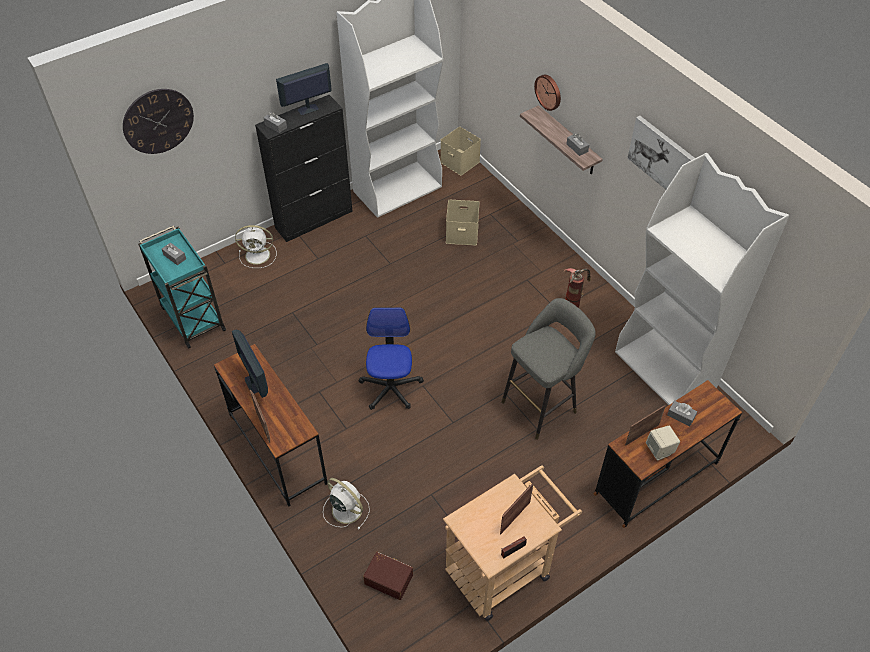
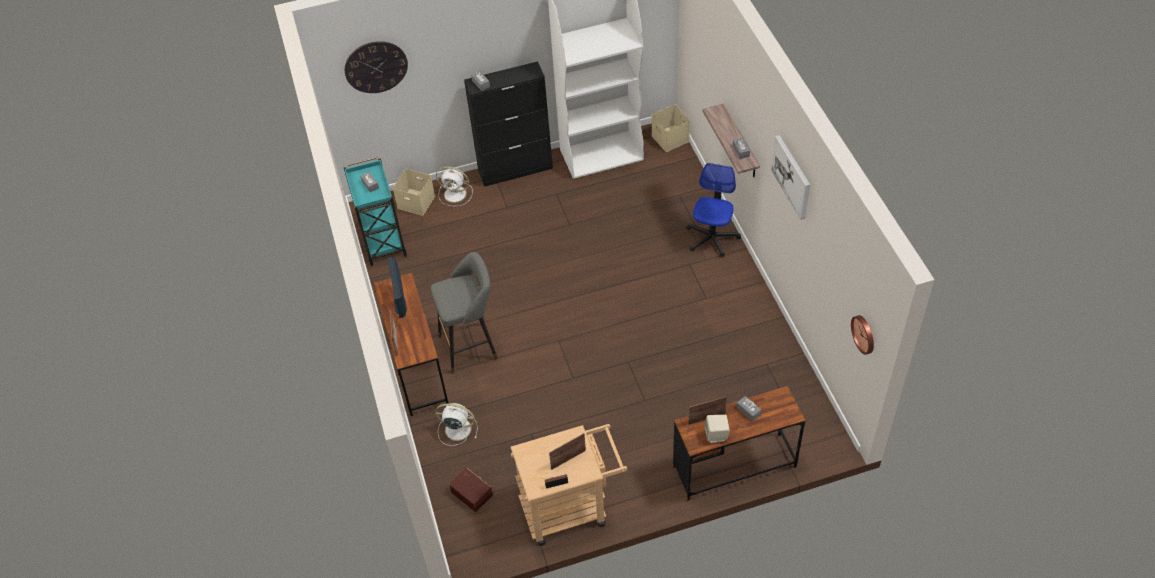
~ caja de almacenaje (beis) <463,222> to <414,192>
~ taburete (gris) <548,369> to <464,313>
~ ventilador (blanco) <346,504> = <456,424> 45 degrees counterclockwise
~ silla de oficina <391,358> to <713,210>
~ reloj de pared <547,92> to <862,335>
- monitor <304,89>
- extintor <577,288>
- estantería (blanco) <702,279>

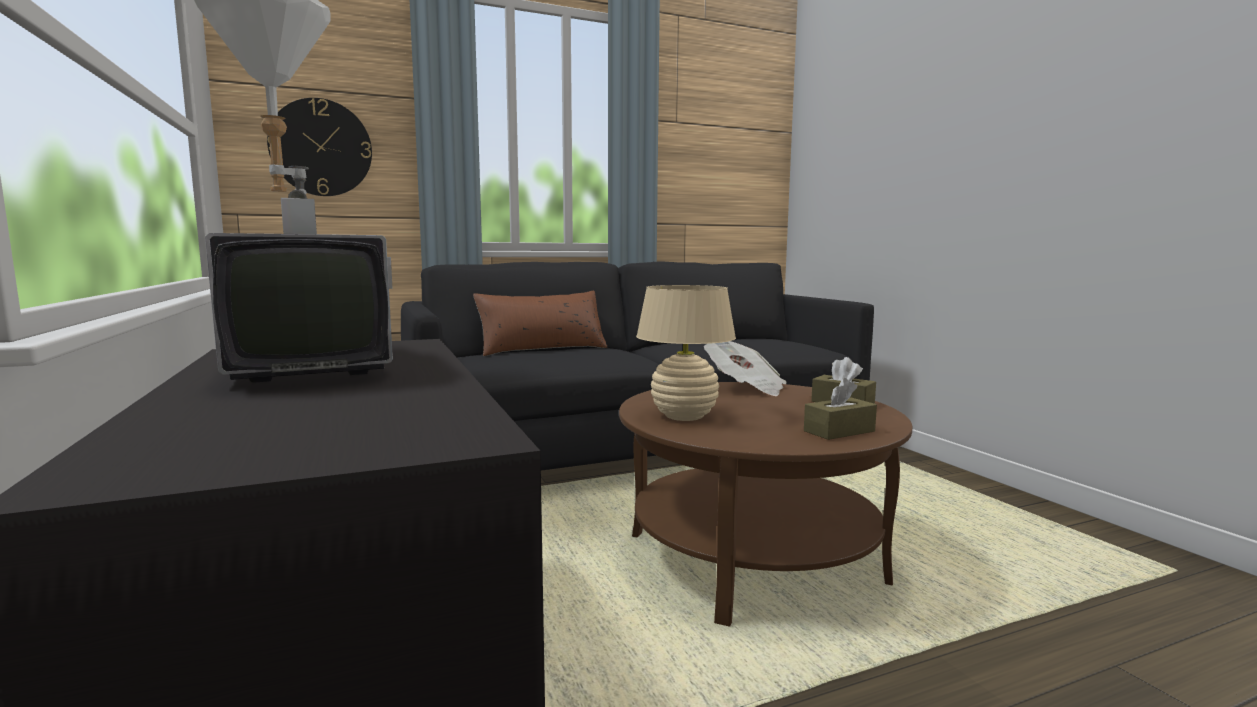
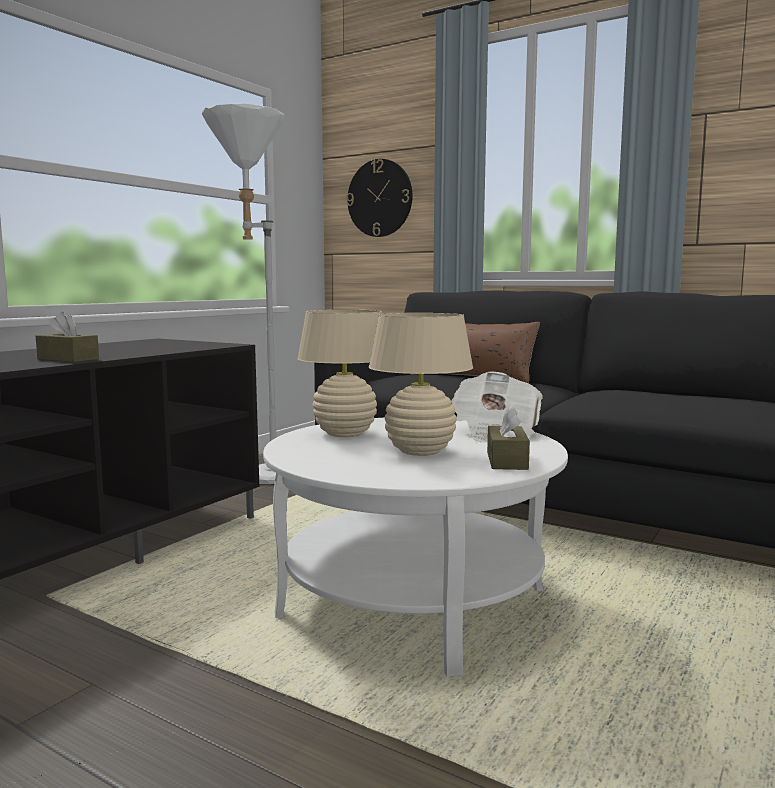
~ caja de pañuelos (marrón) <840,409> to <67,337>
~ mesa de centro (marrón) <766,504> to mesa de centro (blanco) <415,547>
+ lámpara de mesa (beis) <421,384>
- televisor <299,286>

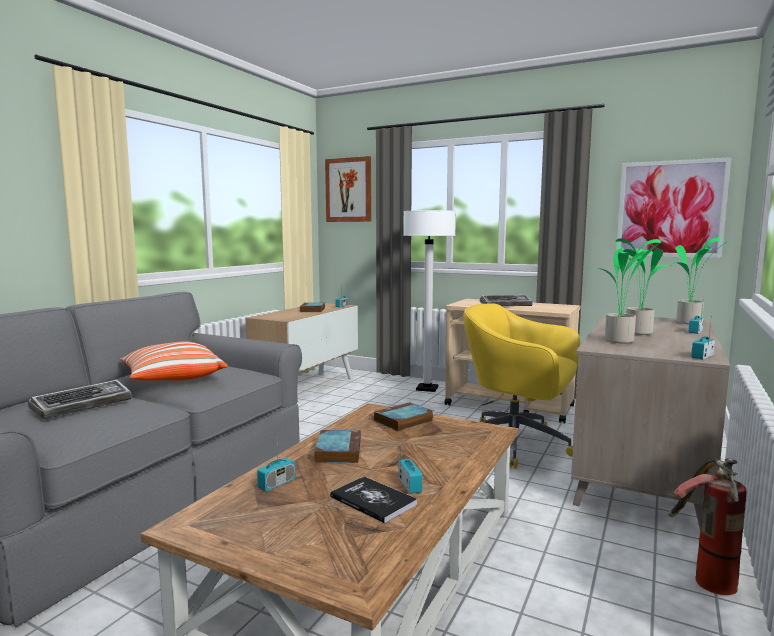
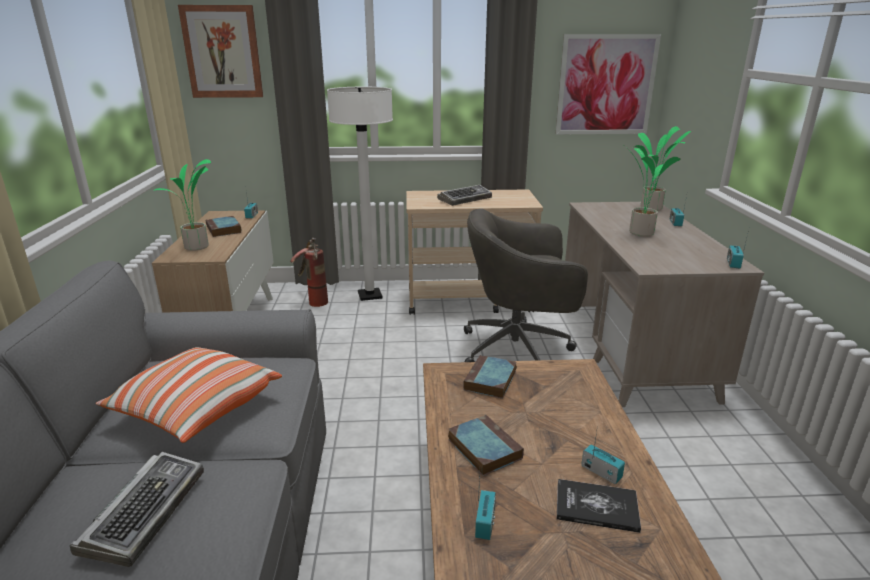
~ planta en maceta <625,291> to <182,205>
~ extintor <707,526> to <309,272>
~ silla de oficina (amarillo) <521,386> to silla de oficina (gris) <526,285>

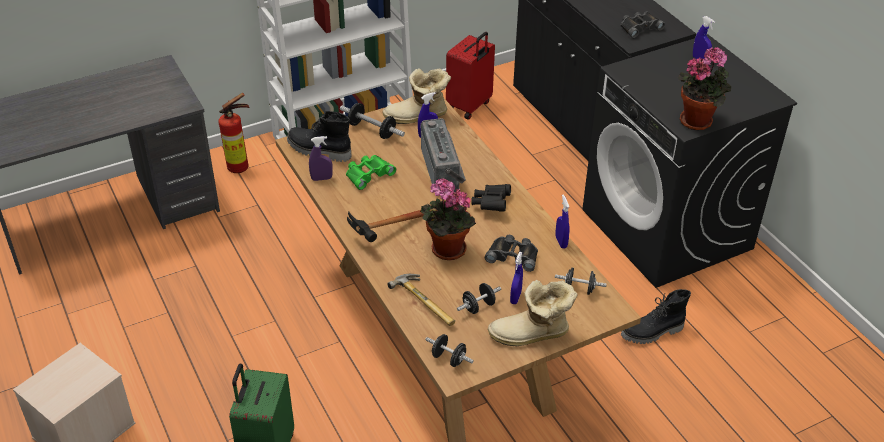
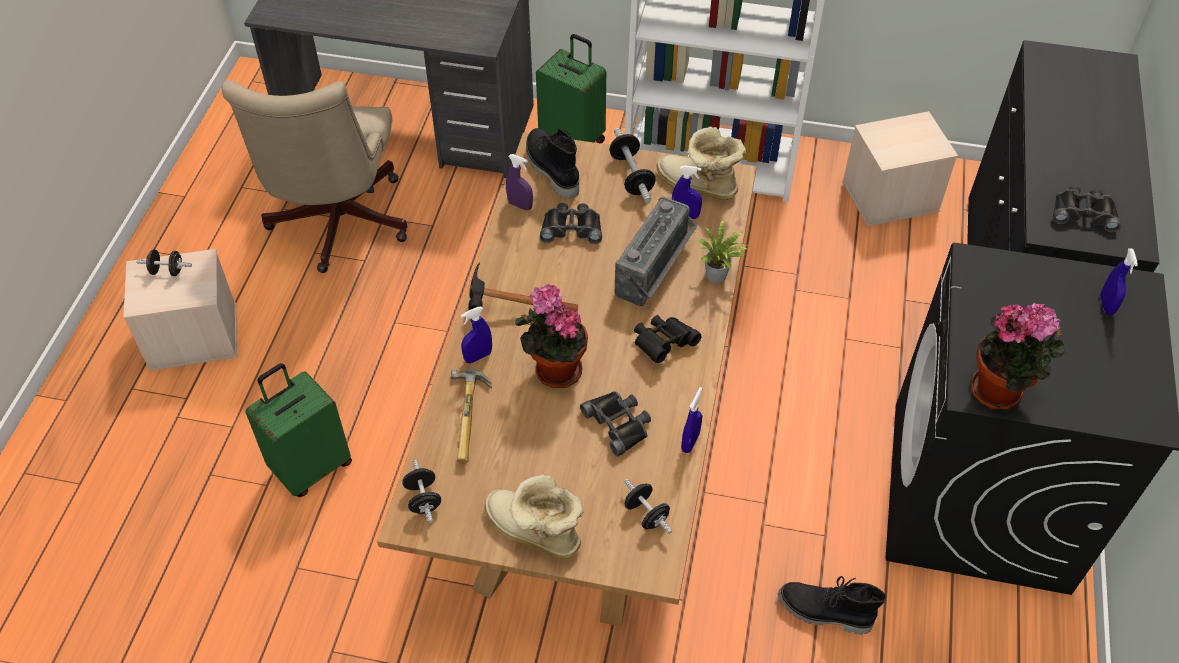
~ mancuerna (negro) <479,298> to <164,262>
+ silla de oficina (beis) <314,176>
~ pulverizador (azul) <516,278> to <476,335>
~ extintor <234,133> to maleta (verde) <571,88>
~ prismáticos (verde) <371,172> to prismáticos (negro) <571,223>
+ planta en maceta <723,250>
~ maleta (rojo) <470,75> to caja de almacenaje (beis) <900,169>

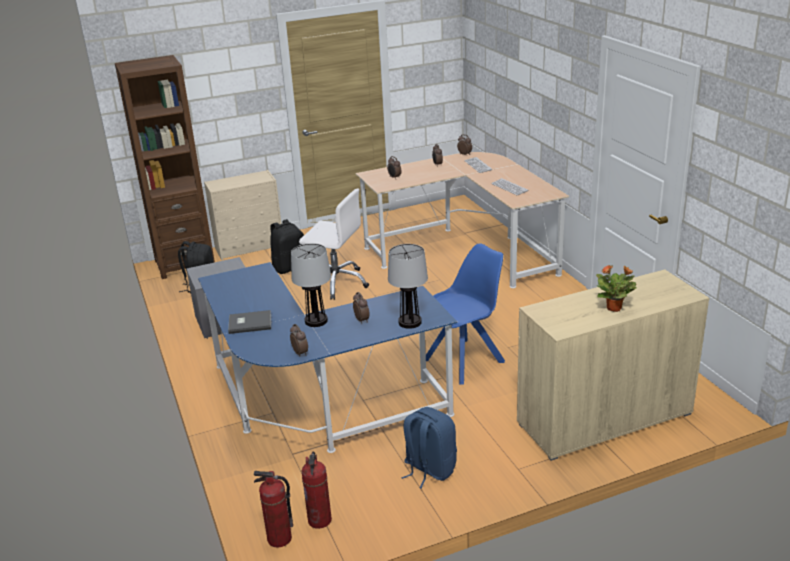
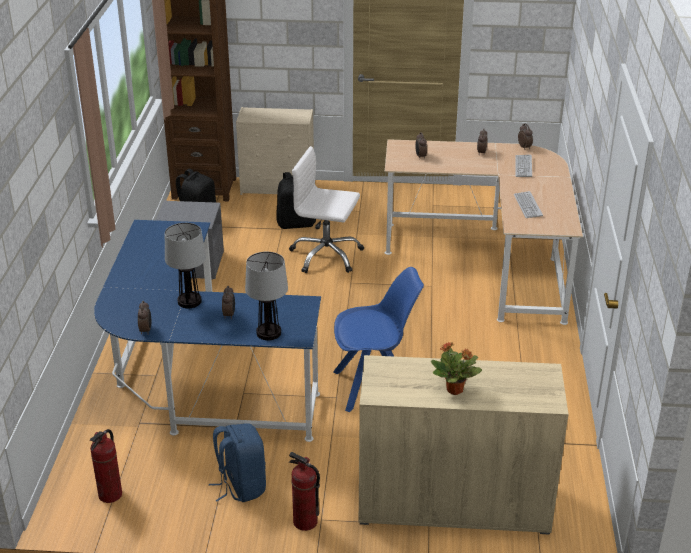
~ silla de oficina (blanco) <334,244> = <326,209> 150 degrees clockwise
~ extintor <273,509> to <304,491>
- libro (gris) <249,322>

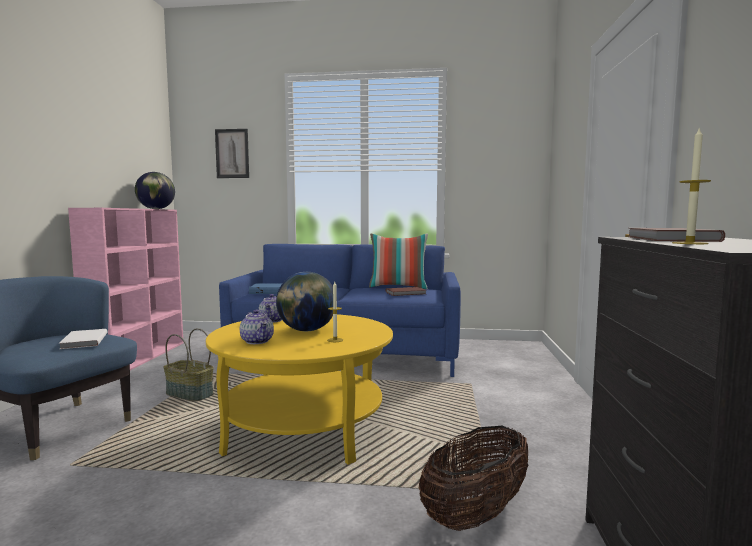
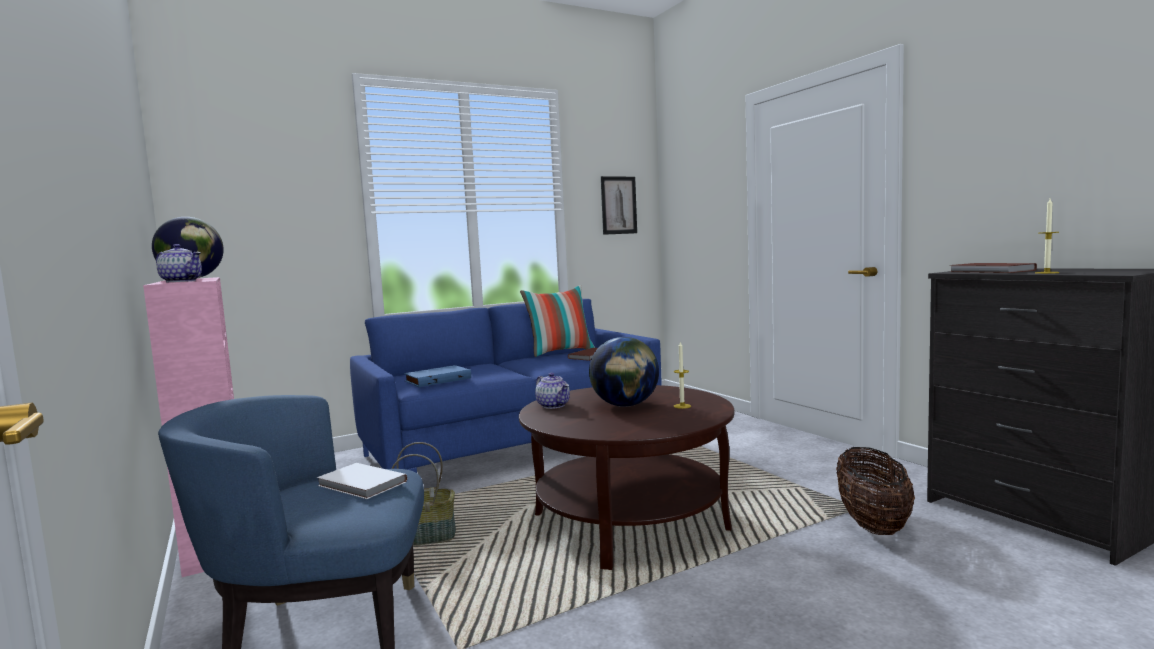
~ tetera <257,327> to <179,263>
~ mesa de centro (amarillo) <299,389> to mesa de centro (marrón) <626,477>
~ cuadro <232,153> to <619,205>

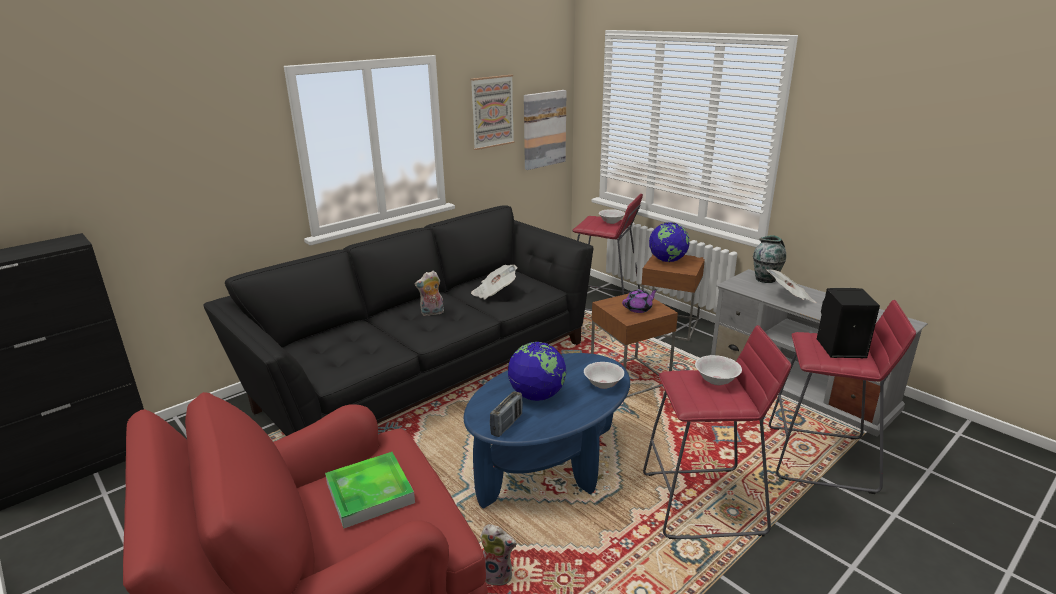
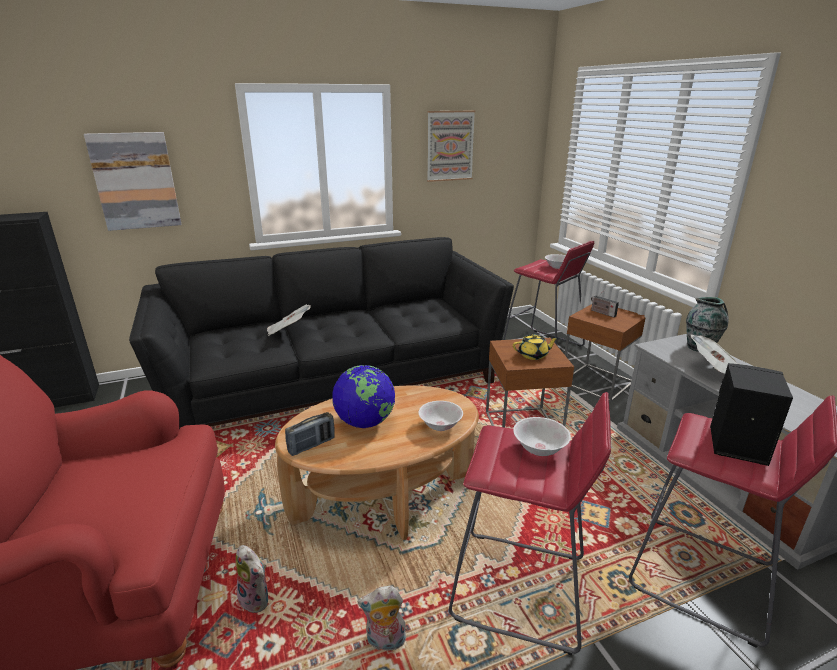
~ cuadro <545,130> to <132,181>
~ periódico <494,282> to <289,320>
~ mesa de centro (azul) <547,431> to mesa de centro (marrón) <377,463>
~ peluche <429,293> to <382,618>
~ tetera (morado) <640,301> to tetera (amarillo) <535,347>
~ globo terráqueo <669,242> to radio <605,304>
- bandeja <370,490>

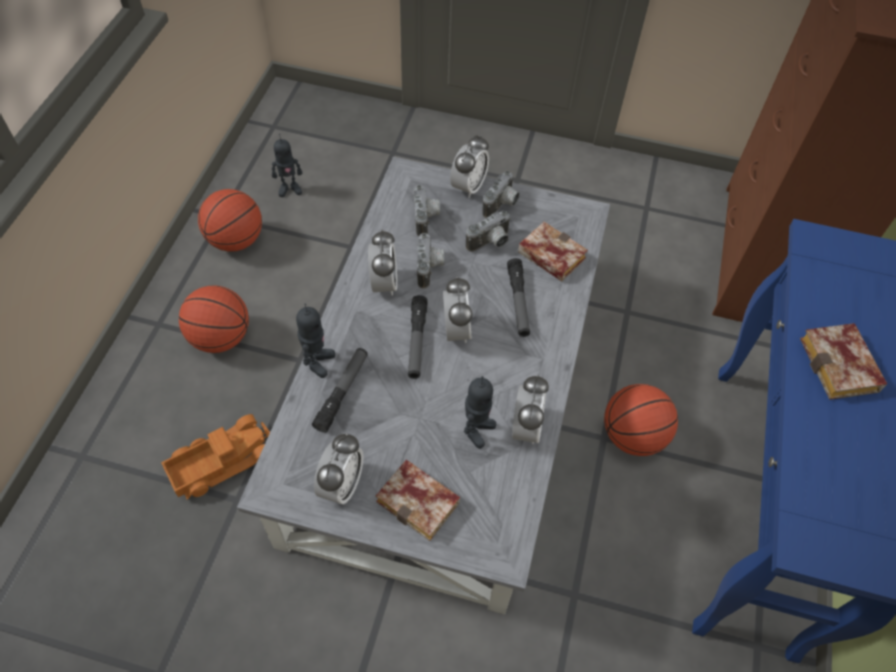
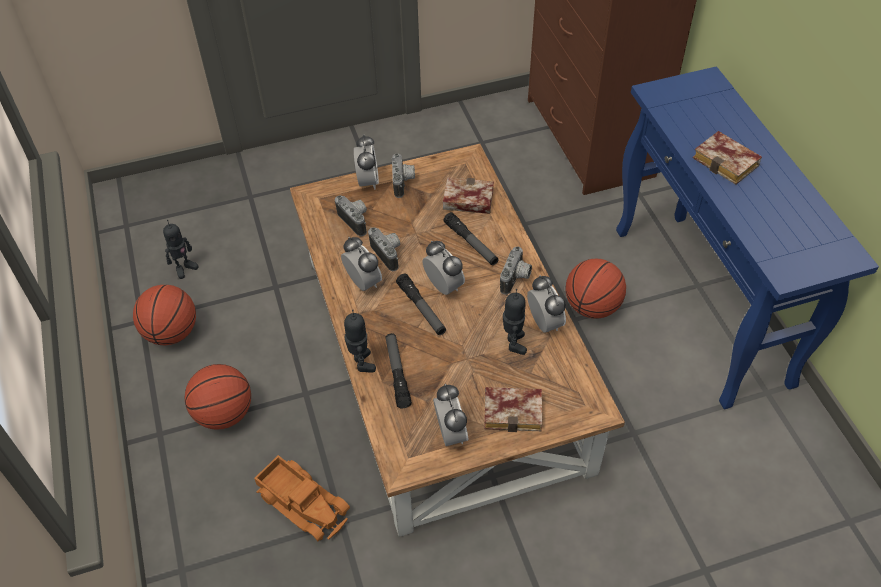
~ camión de juguete <215,456> = <302,498> 105 degrees clockwise
~ mesa de centro (gris) <423,385> to mesa de centro (marrón) <457,340>
~ cámara <488,231> to <516,270>

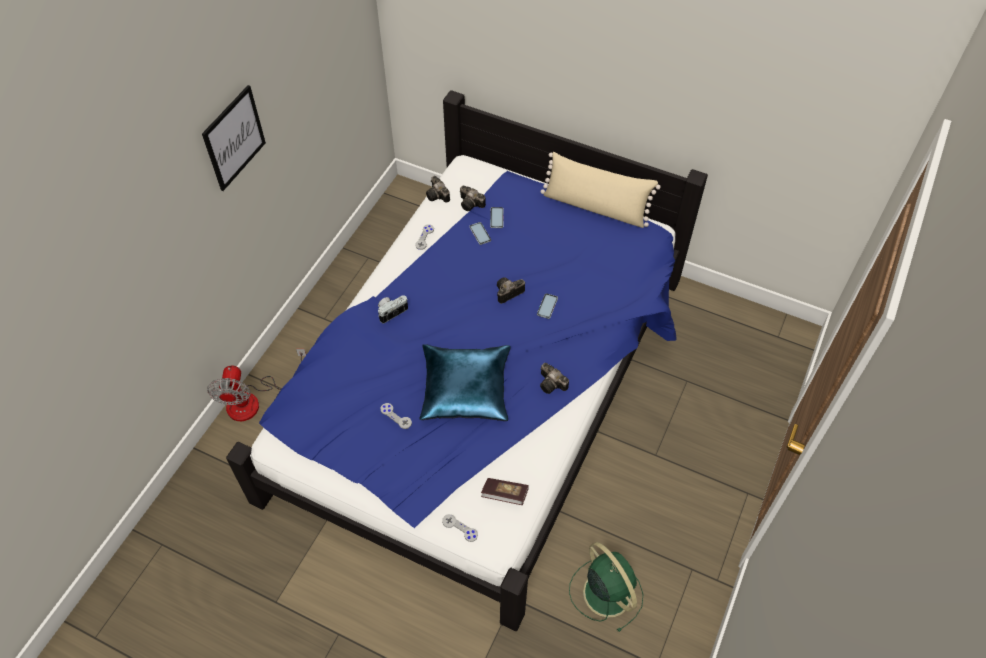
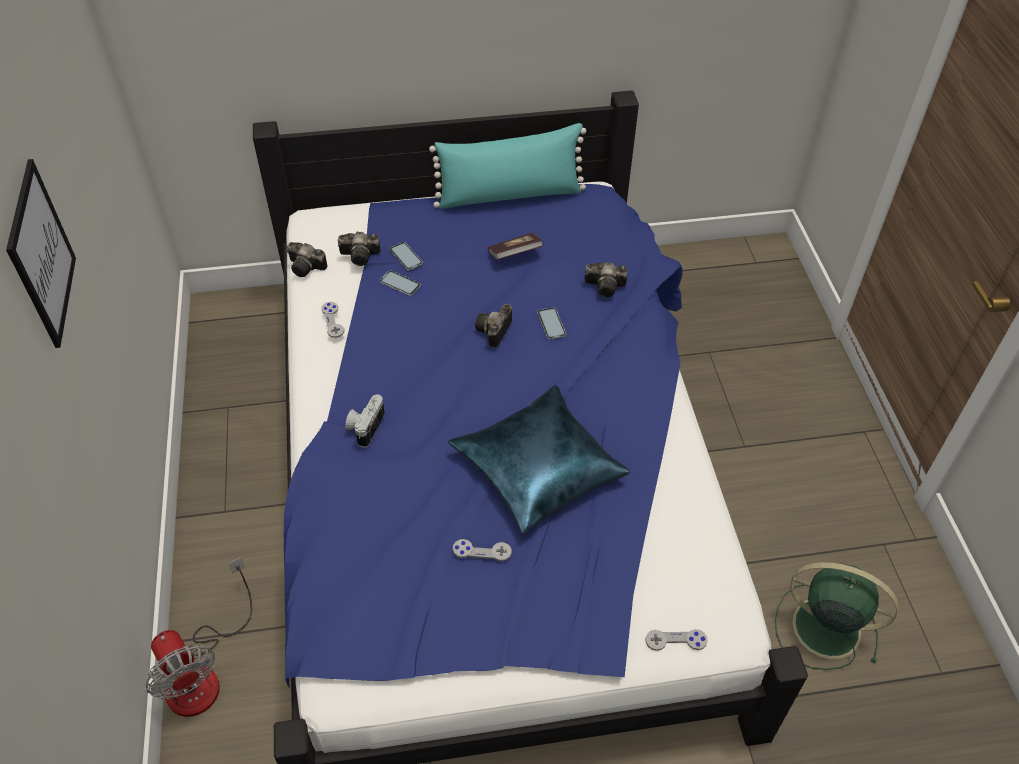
~ cojín (beis) <600,190> to cojín (turquesa) <507,166>
~ libro <505,491> to <516,246>
~ cámara <554,378> to <606,279>

